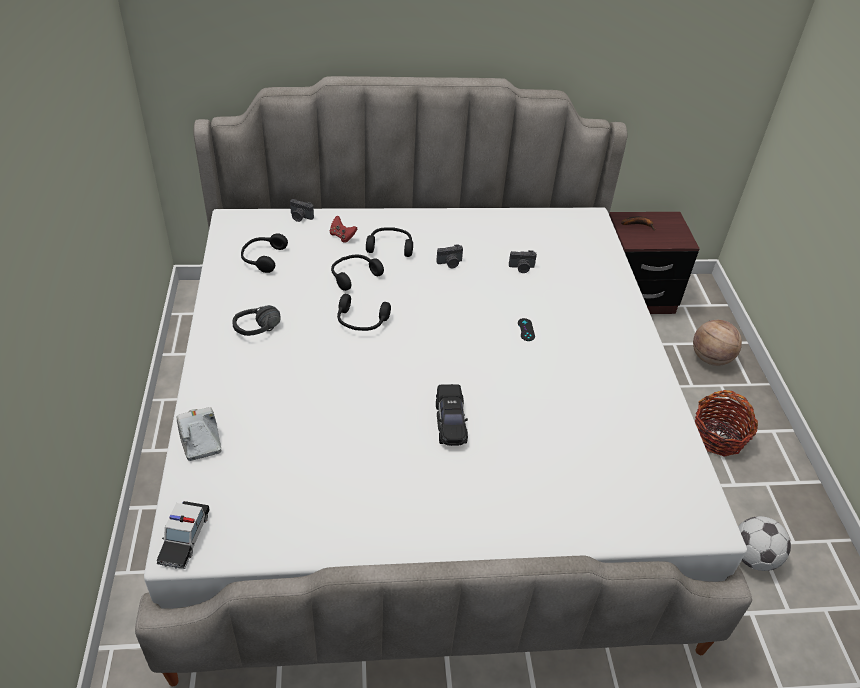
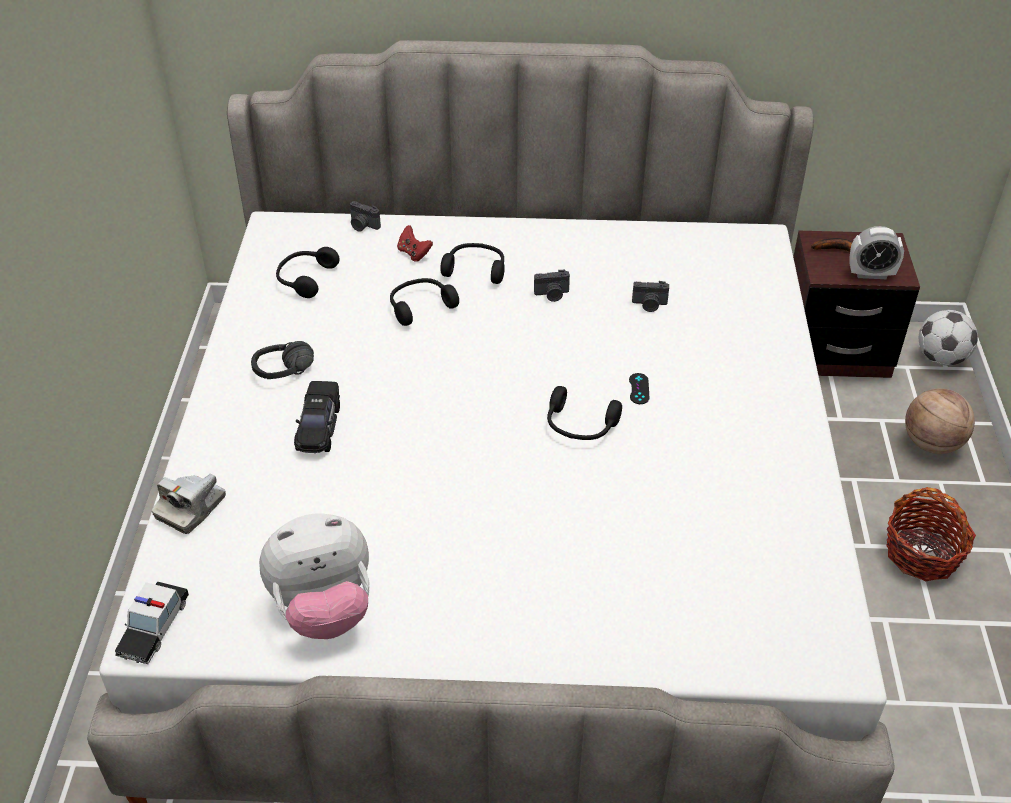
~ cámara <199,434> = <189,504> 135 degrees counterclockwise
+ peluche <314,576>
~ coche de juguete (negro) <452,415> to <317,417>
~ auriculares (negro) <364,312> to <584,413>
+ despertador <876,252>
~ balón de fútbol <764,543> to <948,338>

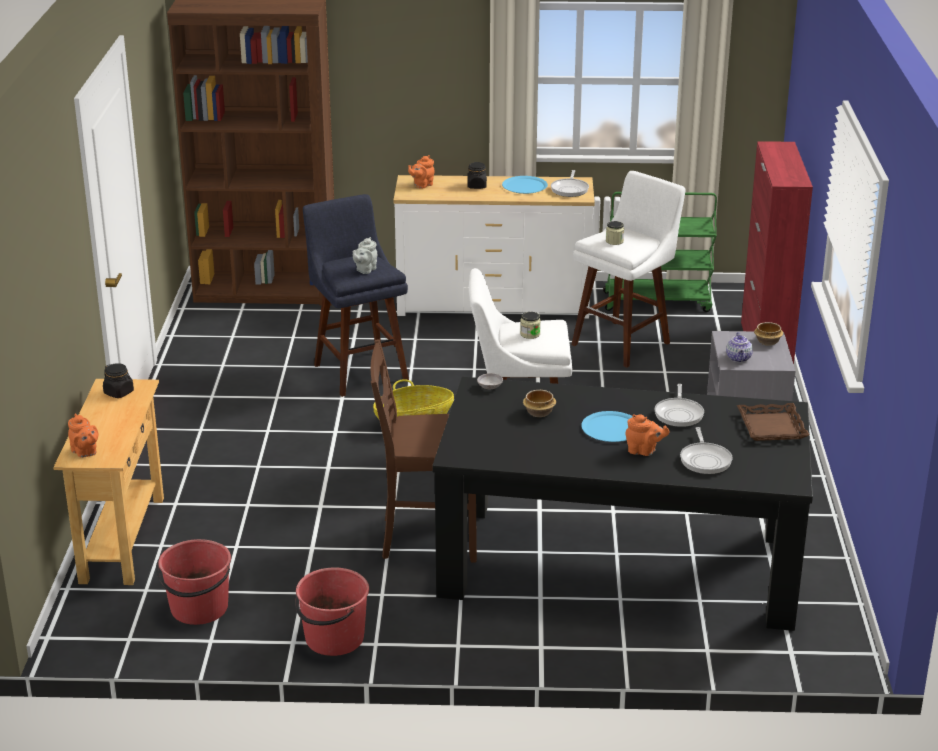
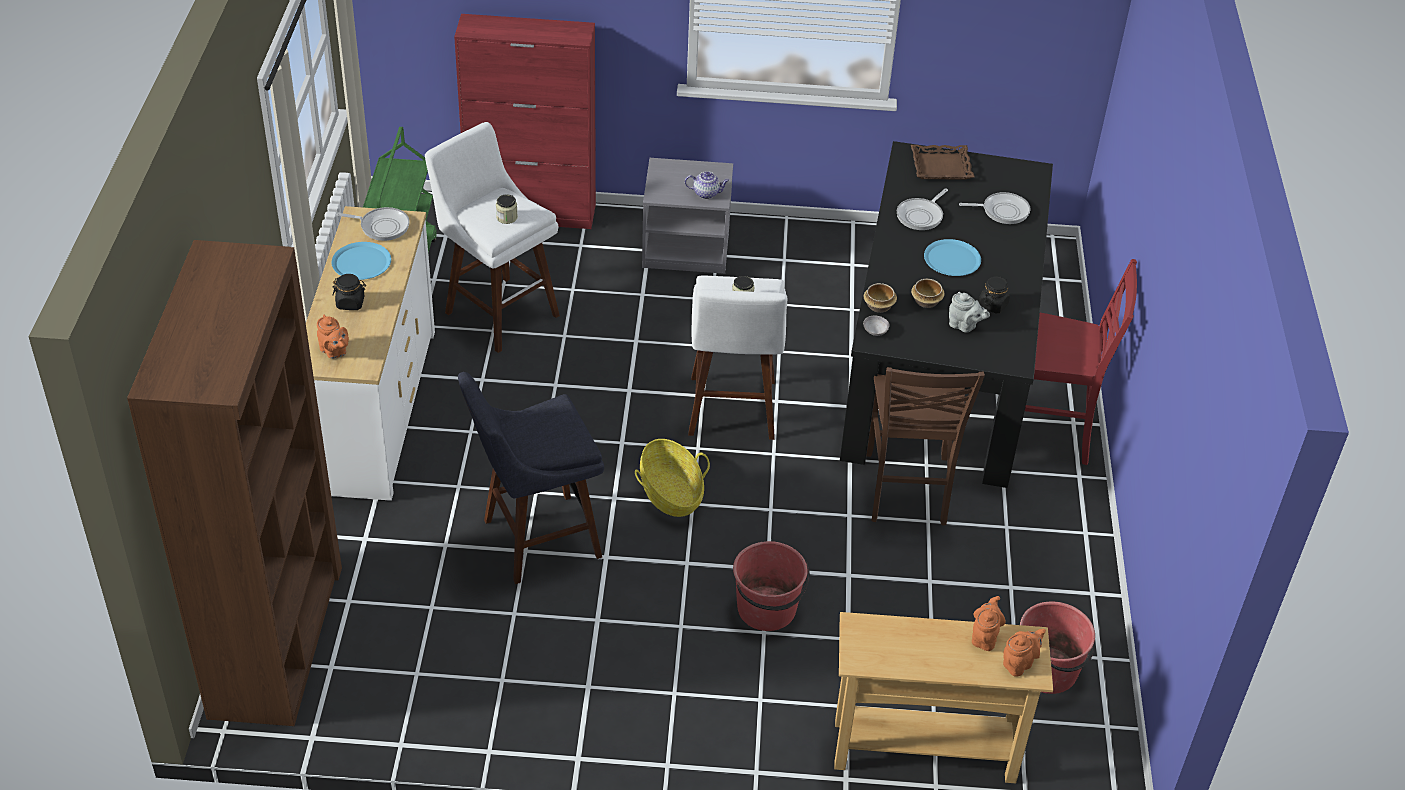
~ cubo (rojo) <332,611> to <771,586>
~ cuenco <768,334> to <880,298>
~ sartén <679,405> = <922,209> 120 degrees clockwise
~ tetera (gris) <364,255> to <969,312>
~ tetera (naranja) <648,435> to <989,623>
~ tarro (negro) <118,380> to <994,295>
+ silla (rojo) <1081,362>

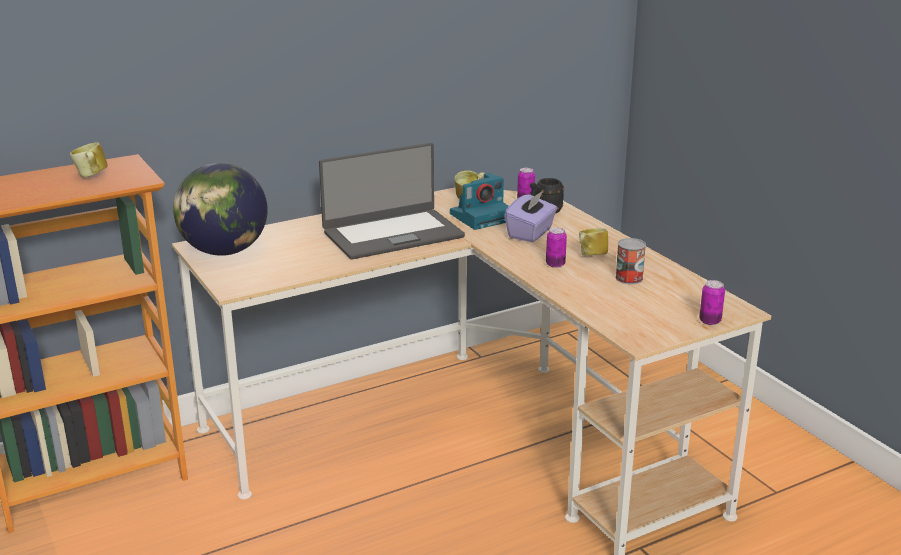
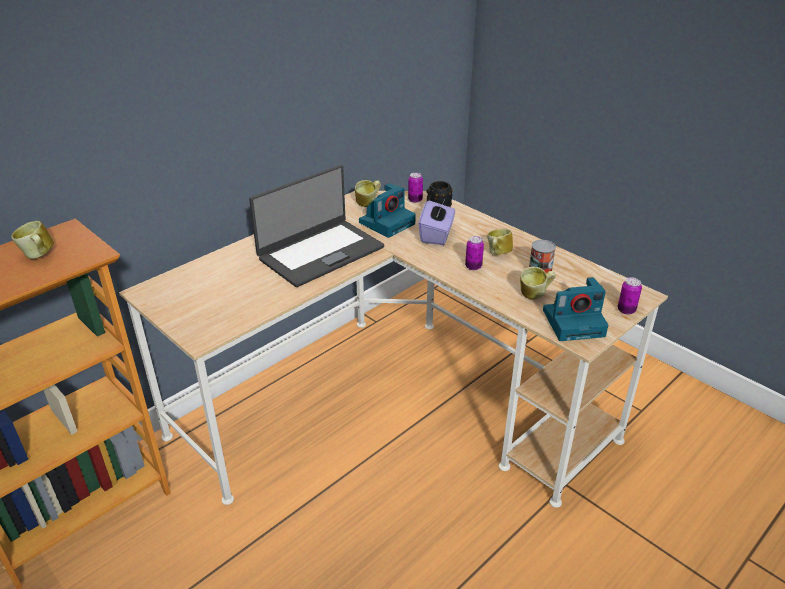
+ taza grande <537,283>
+ cámara <575,309>
- globo terráqueo <220,209>

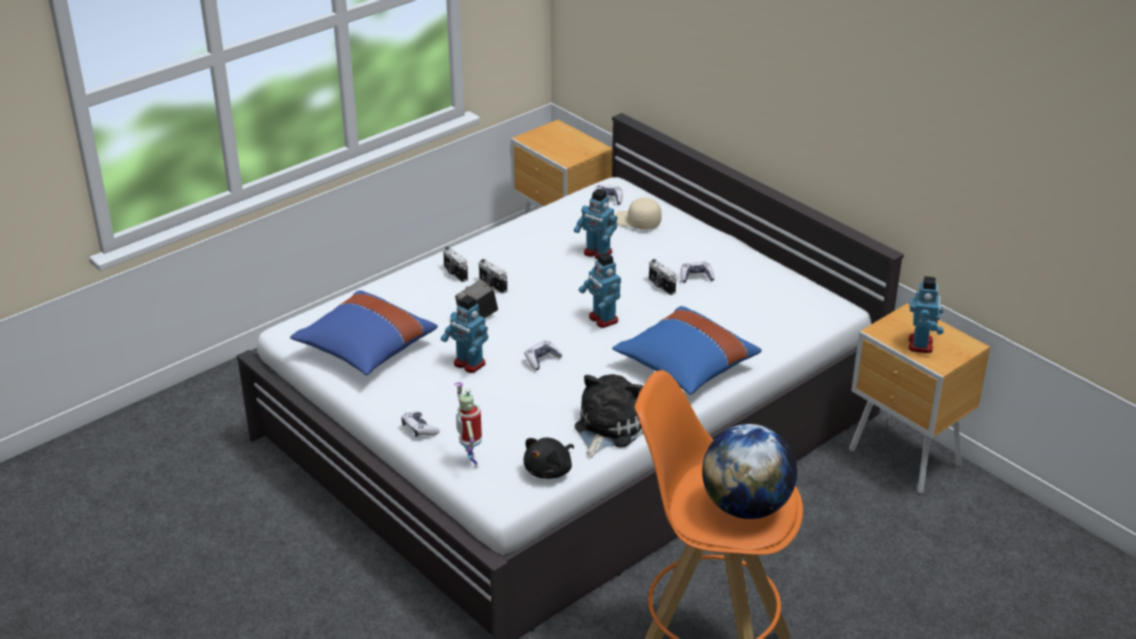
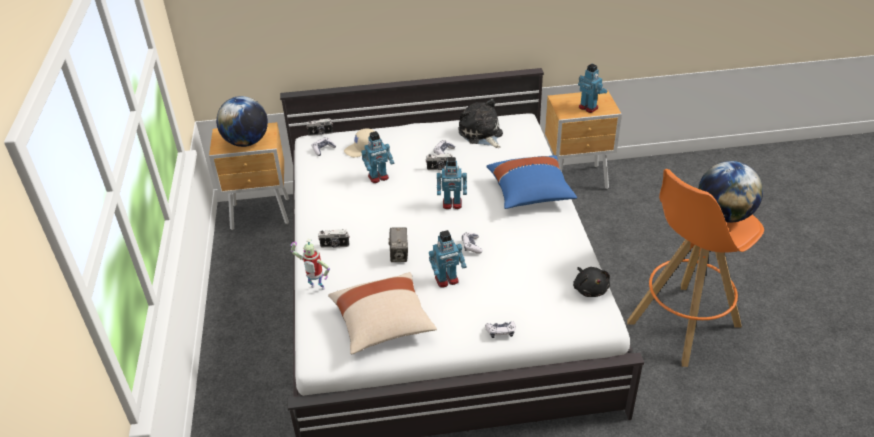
+ globo terráqueo <242,121>
~ robot de juguete <468,425> to <310,264>
~ cámara <493,276> to <319,127>
~ cojín (azul) <364,332> to cojín (beis) <382,313>
~ peluche <609,416> to <480,123>

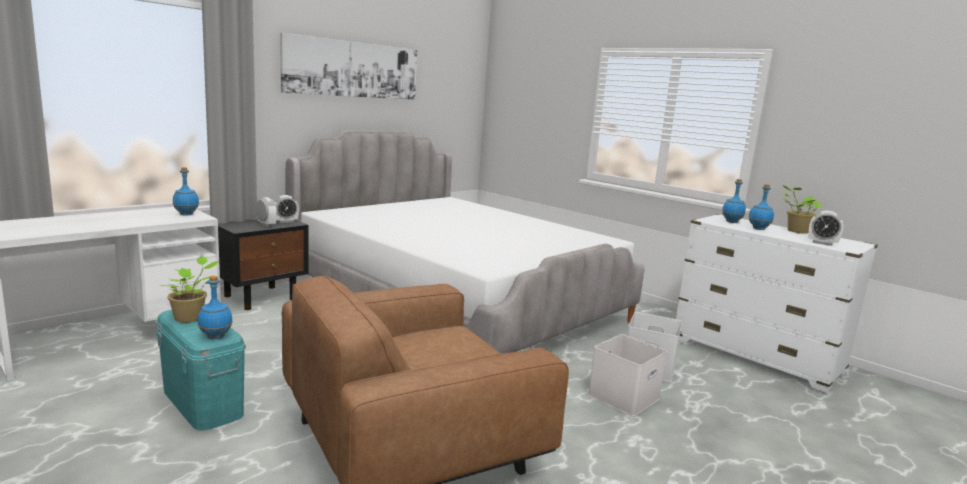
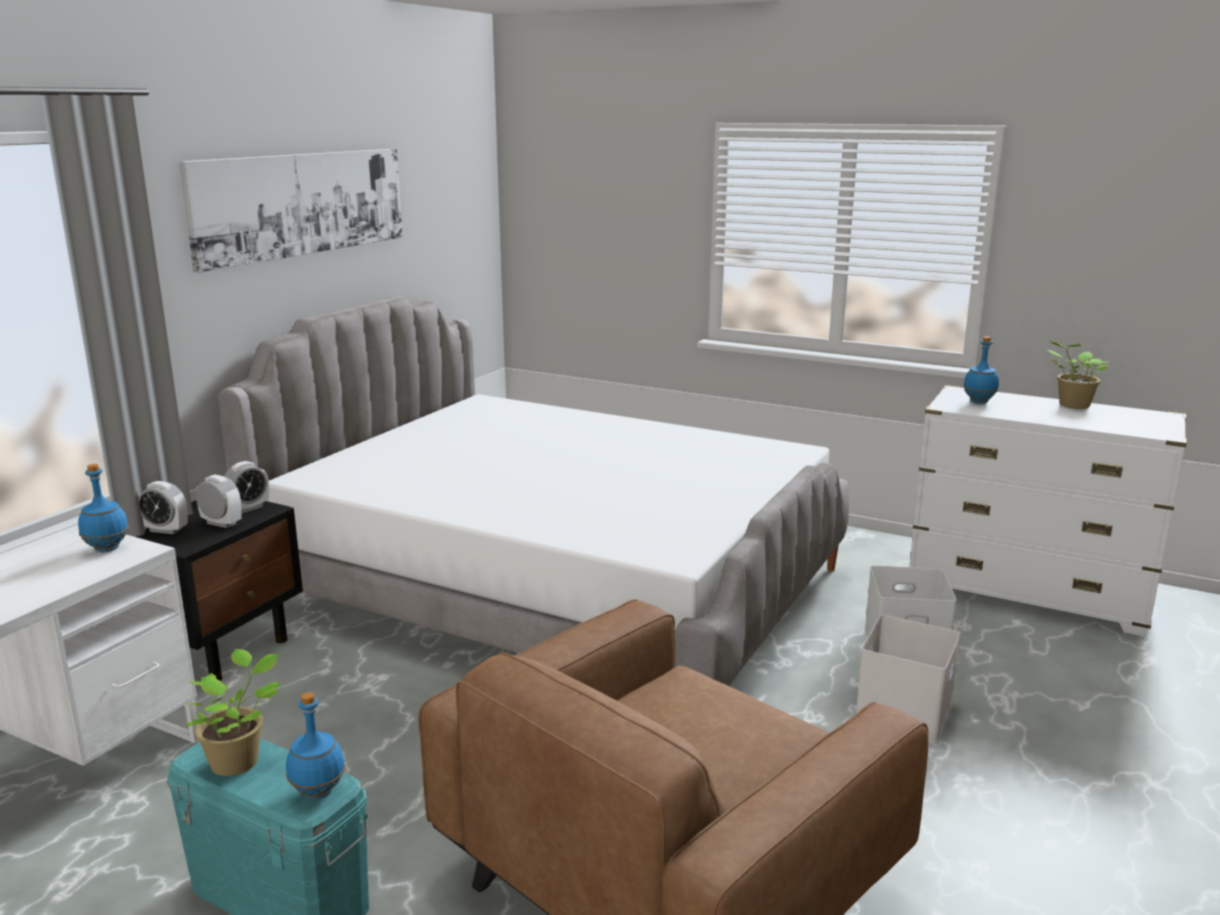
~ despertador <826,228> to <163,507>
- botella (azul) <761,207>

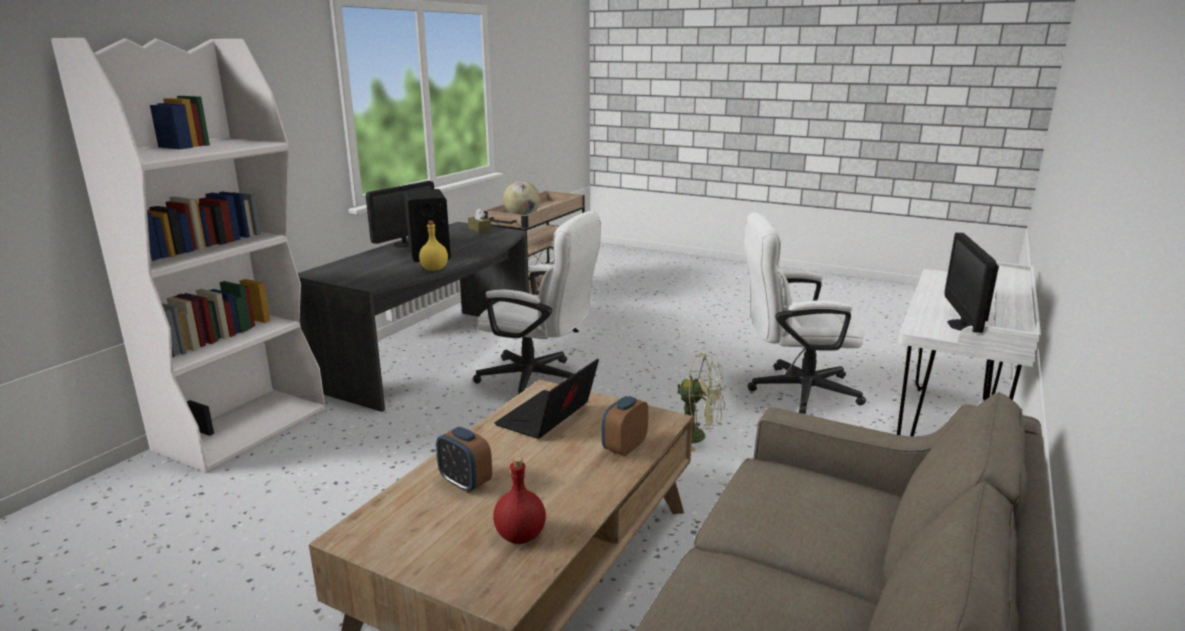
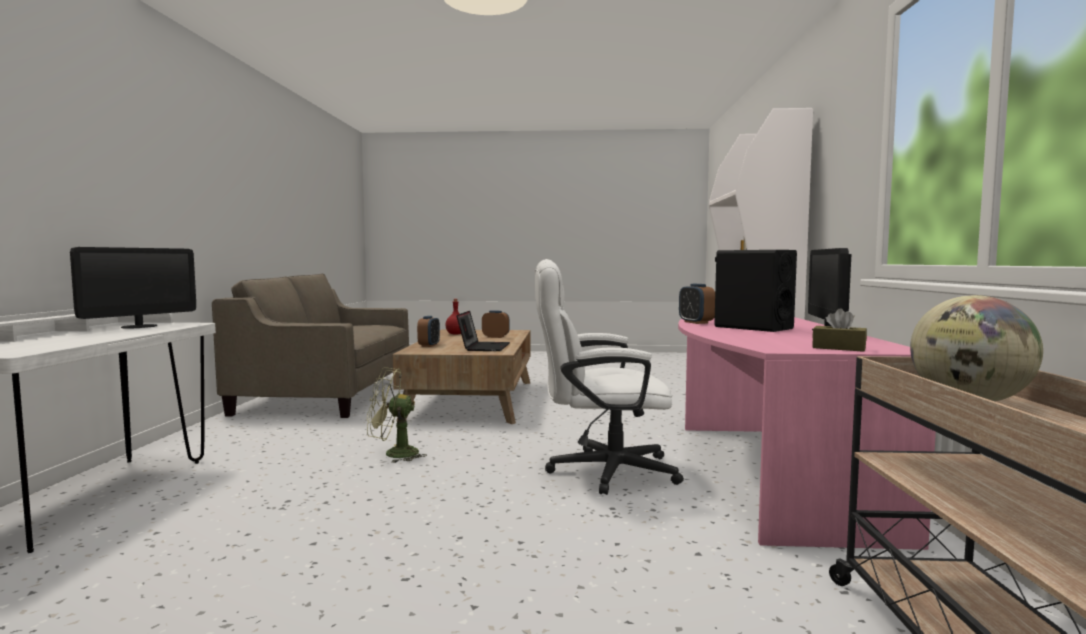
~ monitor <971,283> = <133,288> 45 degrees clockwise
~ escritorio (gris) <413,317> to escritorio (rosa) <807,433>
~ botella (amarillo) <433,246> to despertador <697,304>
- silla de oficina (blanco) <805,313>

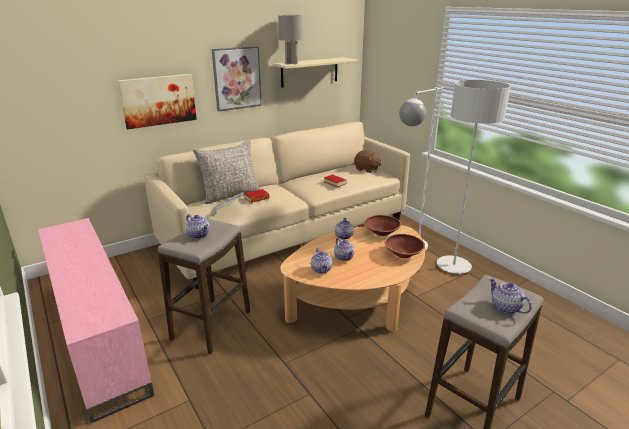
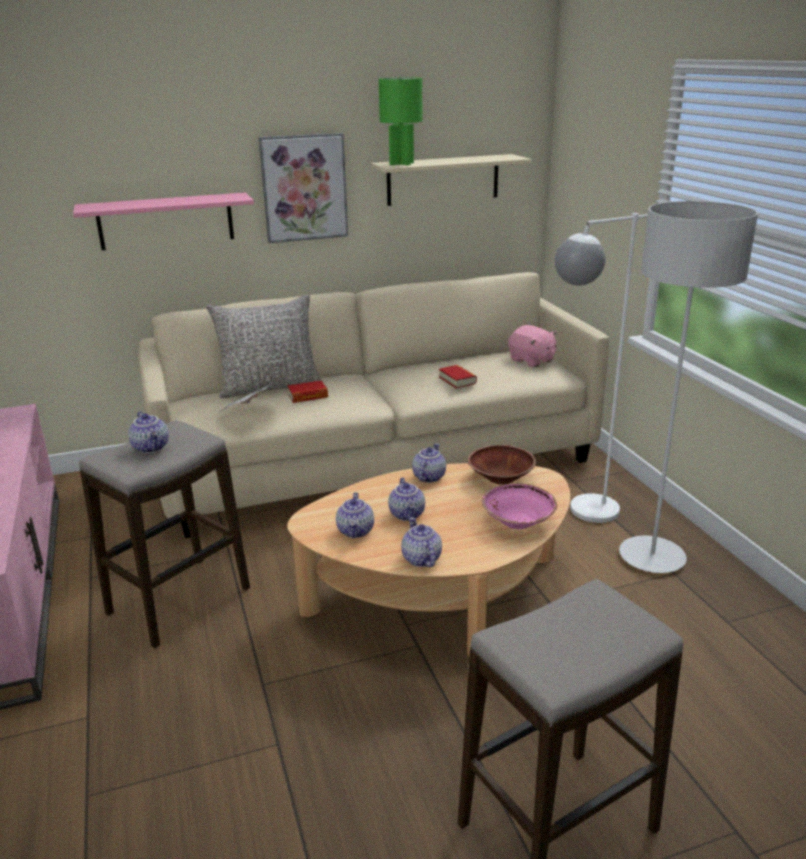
~ cuadro <157,102> to estante (rosa) <163,221>
~ lámpara de mesa (gris) <290,39> to lámpara de mesa (verde) <400,121>
~ tetera <510,296> to <421,542>
~ cuenco (marrón) <405,246> to cuenco (rosa) <519,506>
~ peluche (marrón) <367,161> to peluche (rosa) <532,346>

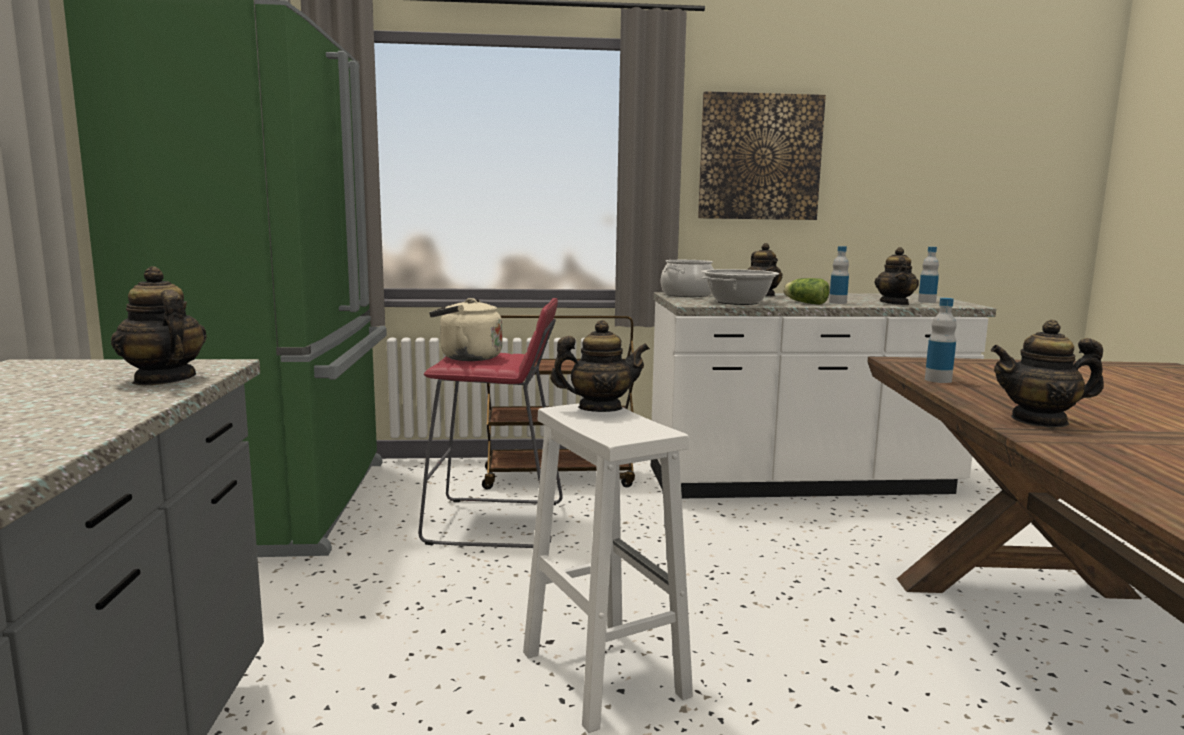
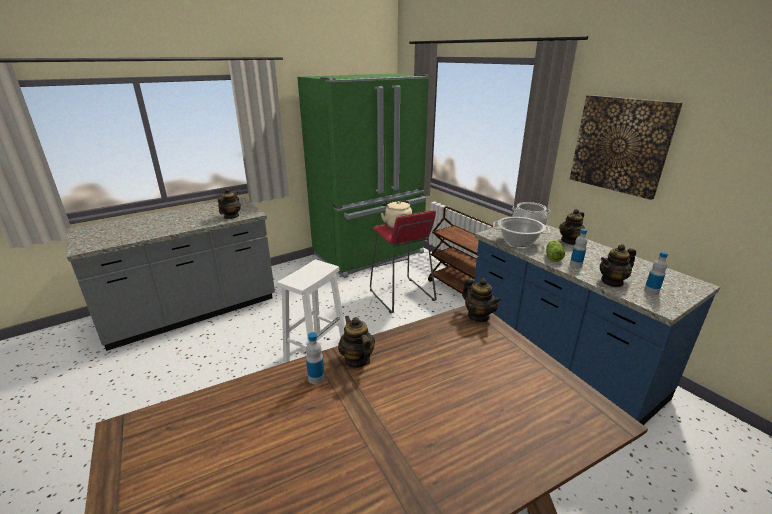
~ botella <941,340> to <315,358>
~ tetera <600,366> to <481,300>
~ mueble bajo de cocina (blanco) <823,395> to mueble bajo de cocina (azul) <597,325>

